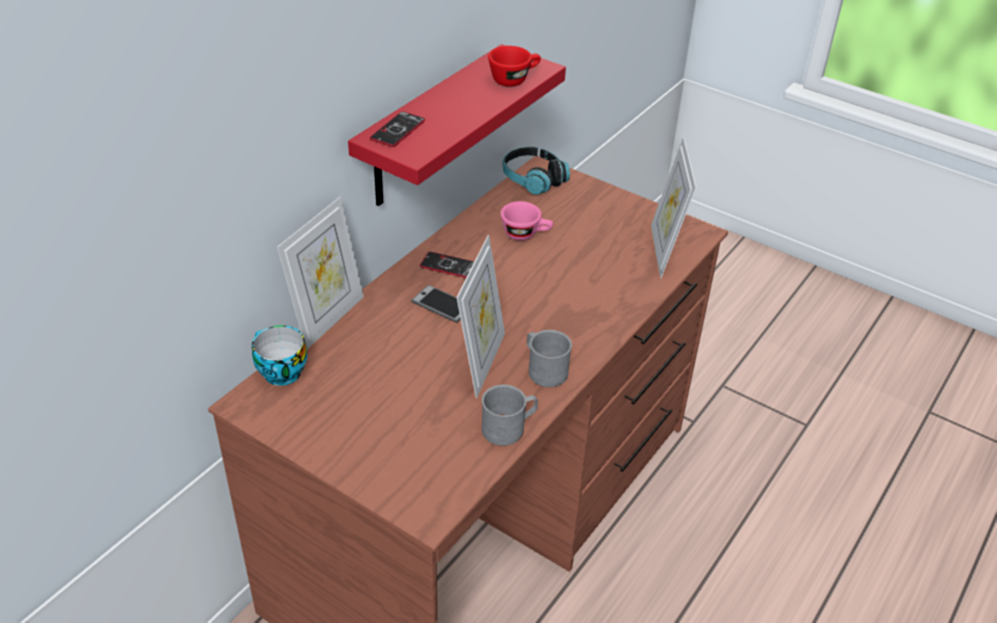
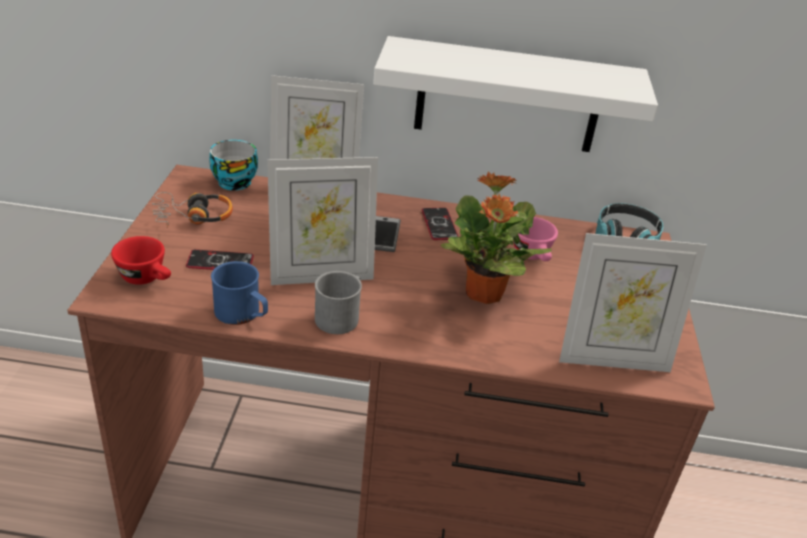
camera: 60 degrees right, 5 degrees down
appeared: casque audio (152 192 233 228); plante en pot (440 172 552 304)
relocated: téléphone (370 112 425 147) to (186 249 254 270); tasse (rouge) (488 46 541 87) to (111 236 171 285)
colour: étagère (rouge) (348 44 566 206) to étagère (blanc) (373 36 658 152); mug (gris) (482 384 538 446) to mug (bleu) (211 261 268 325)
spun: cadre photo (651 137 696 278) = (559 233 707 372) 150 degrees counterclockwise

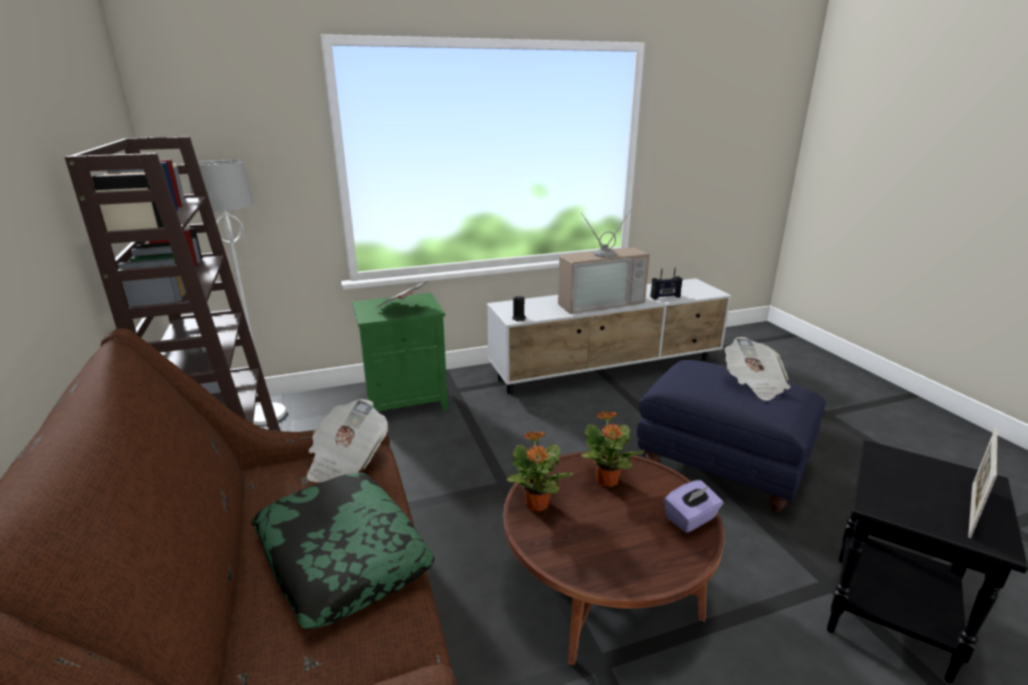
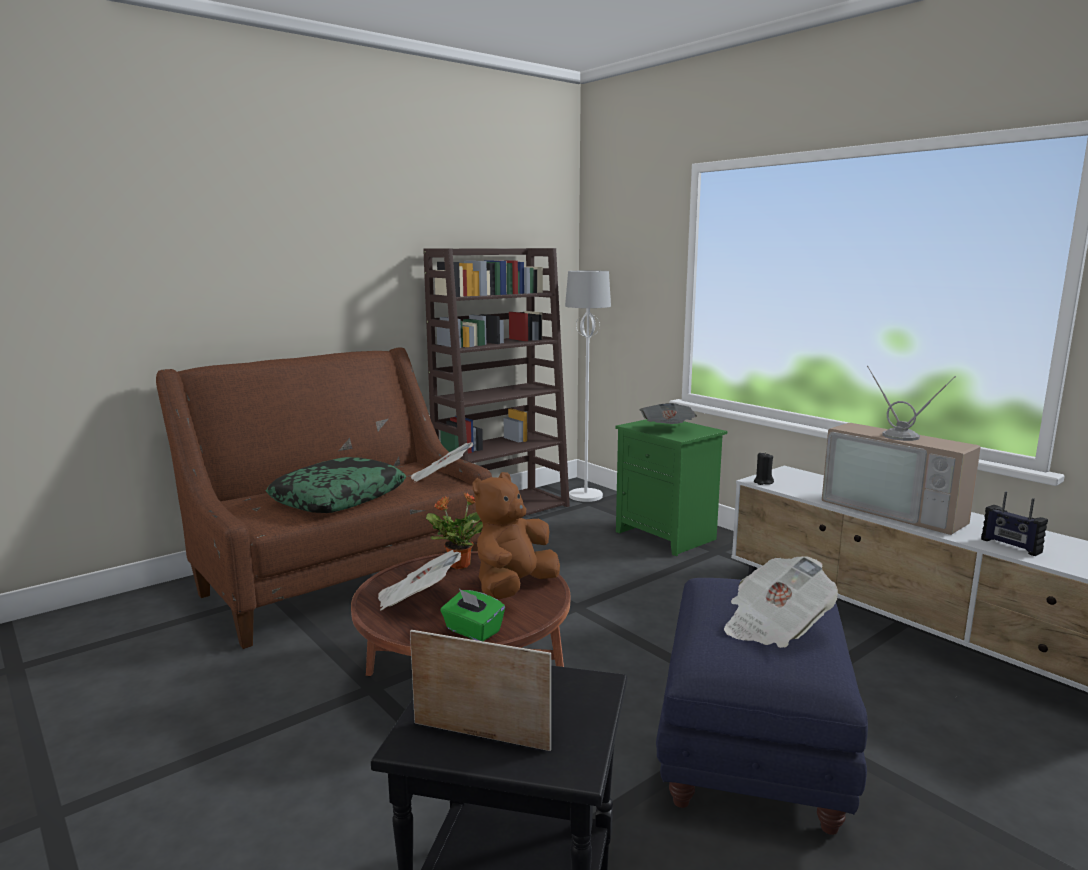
camera: 70 degrees right, 10 degrees down
appeared: journal (378 550 461 611)
exchanged: plante en pot (581 411 644 487) to peluche (marron) (473 472 560 600)
colour: boîte à mouchoirs (violet) (664 480 723 533) to boîte à mouchoirs (vert) (440 589 505 641)

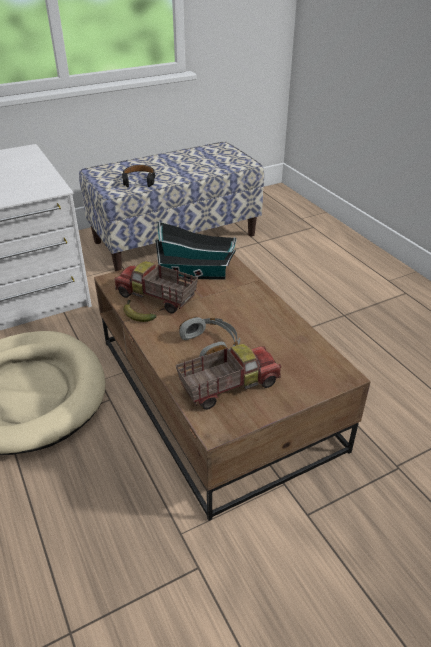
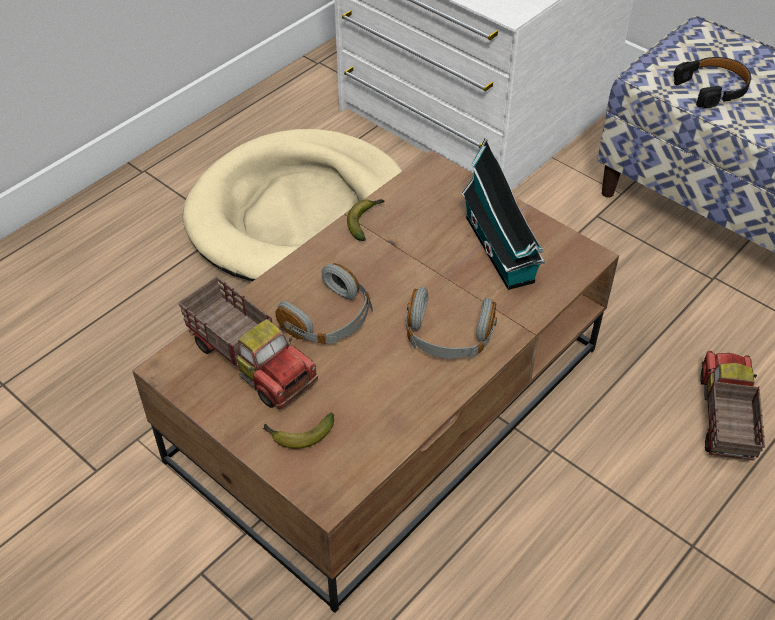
camera: 70 degrees right, 10 degrees up
appeared: banane (262 412 334 449); casque audio (gris) (406 287 497 359)
relocated: camion jouet (114 261 198 313) to (700 351 765 460)

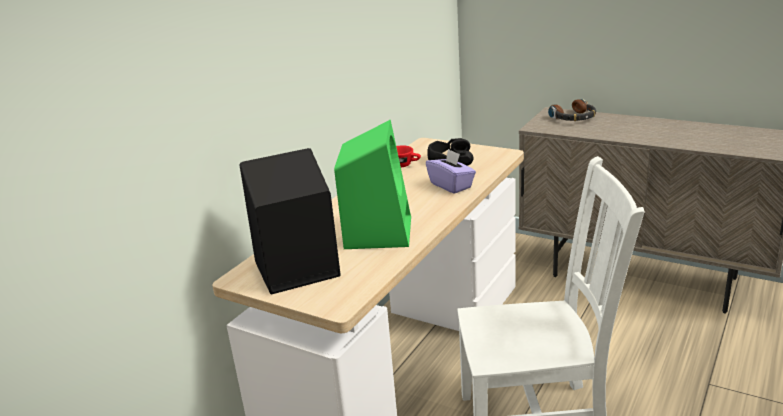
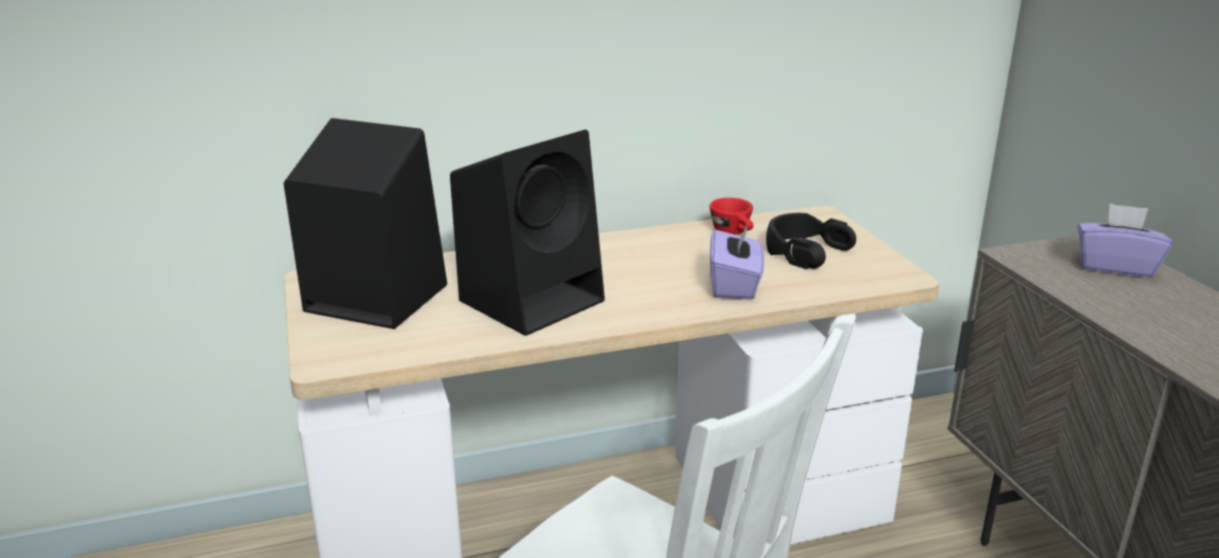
camera: 40 degrees right, 0 degrees up
exchanged: casque audio (548 99 596 121) to boîte à mouchoirs (violet) (1077 203 1173 278)
colour: enceinte (vert) (334 120 411 249) to enceinte (noir) (450 130 605 336)

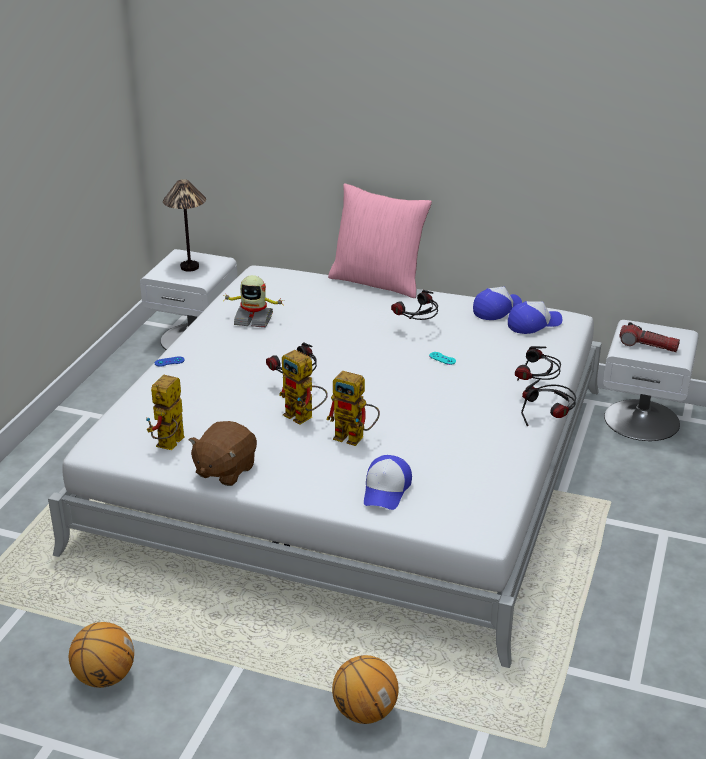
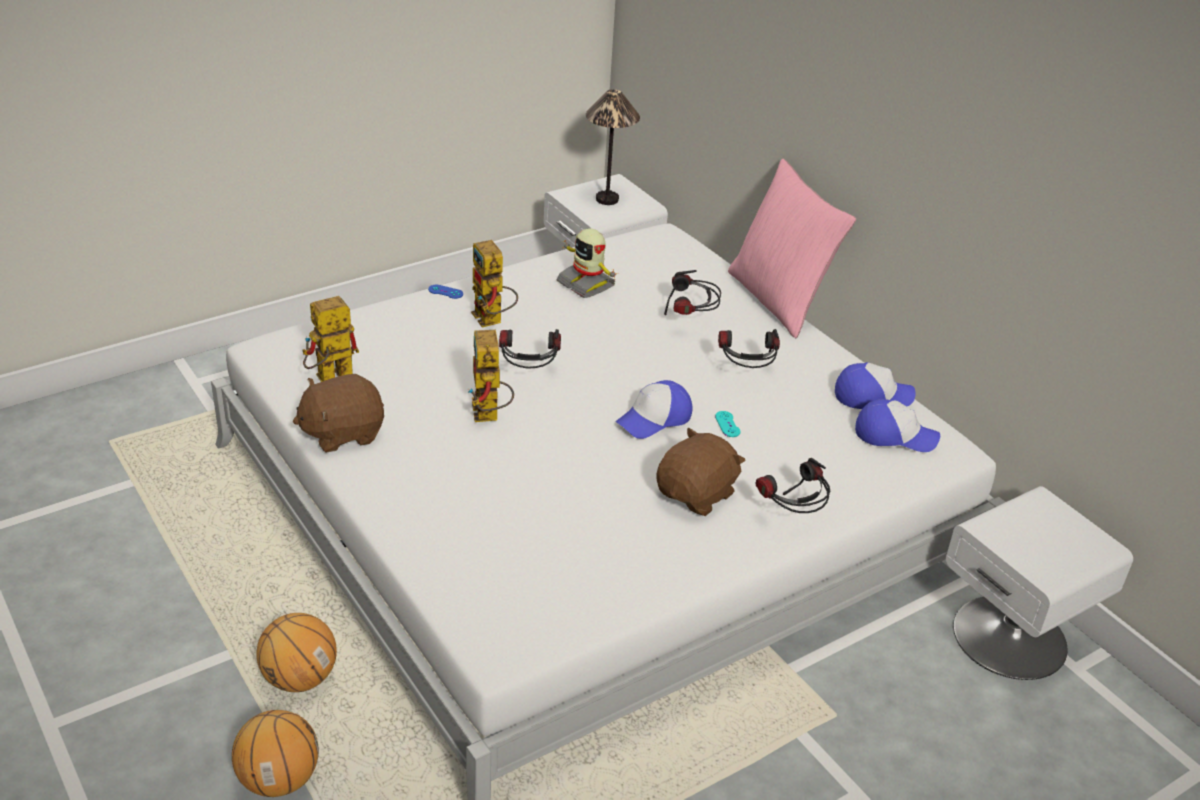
camera: 35 degrees right, 5 degrees up
missing: lampe de poche (619 322 680 352)
appeared: peluche (marron) (656 427 746 516)
relocated: ballon de basket (69 622 134 688) to (256 613 337 692); robot jouet (326 371 380 446) to (471 240 518 327); casquette (364 455 412 510) to (616 380 693 439); casque audio (521 379 576 426) to (664 270 721 315)

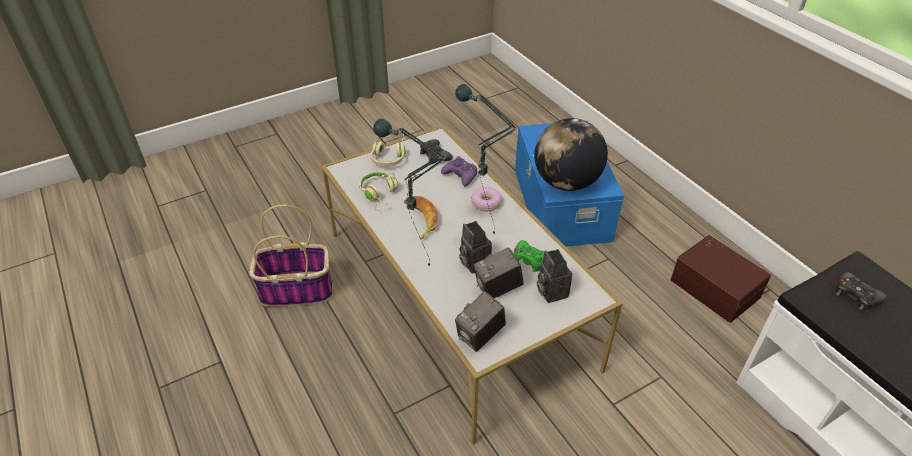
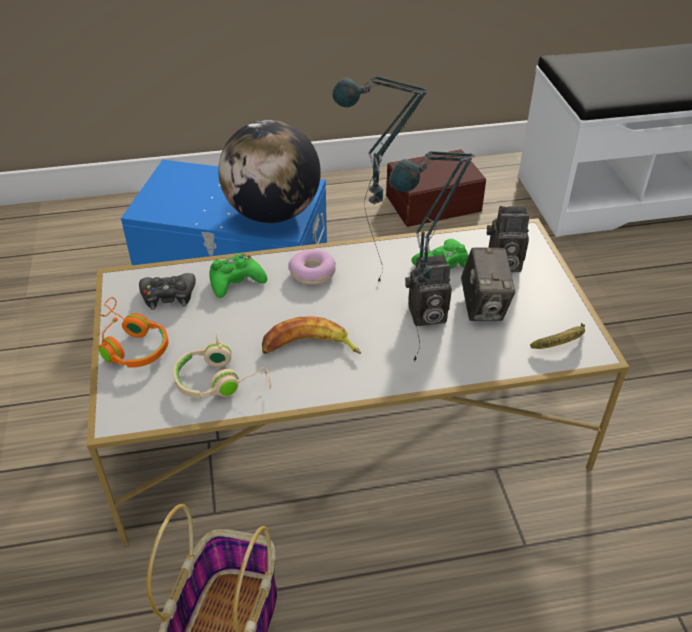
camera: 70 degrees left, 0 degrees up
missing: manette (noir) (836 272 887 310)
exchanged: appareil photo (455 291 506 352) to banane (530 323 585 349)
colour: casque audio (beige) (370 132 413 166) to casque audio (orange) (99 297 169 368); manette (violet) (441 156 477 186) to manette (vert) (209 253 267 298)

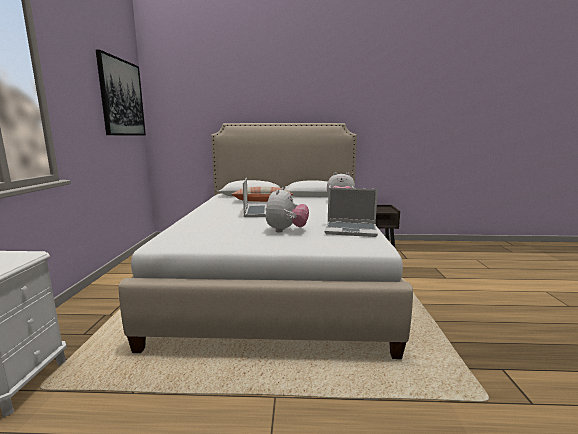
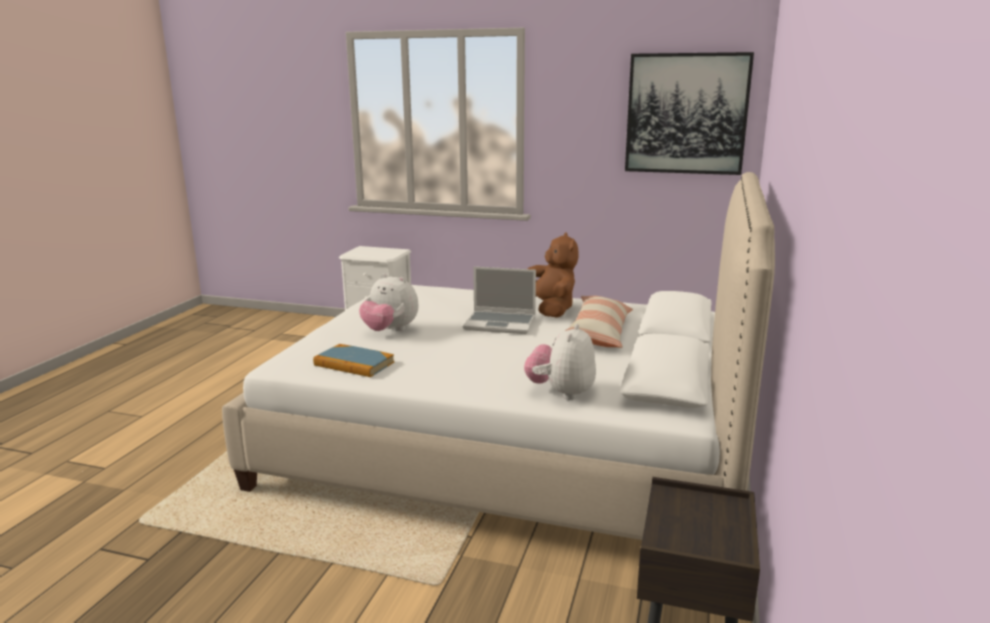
camera: 105 degrees right, 5 degrees up
appeared: peluche (marron) (528 233 579 318)
exchanged: ordinateur portable (325 188 378 237) to livre (313 344 394 377)

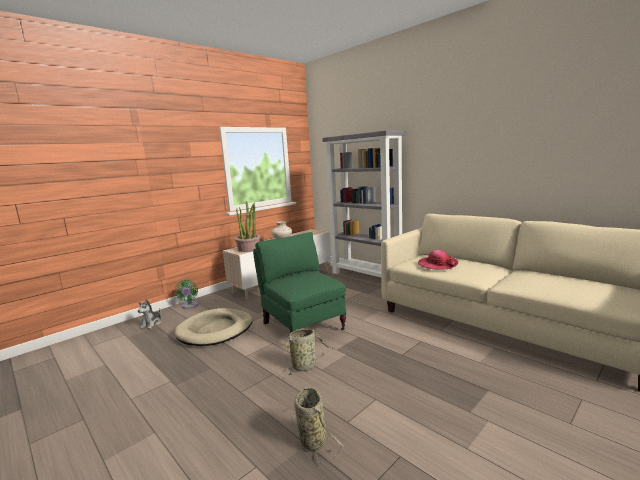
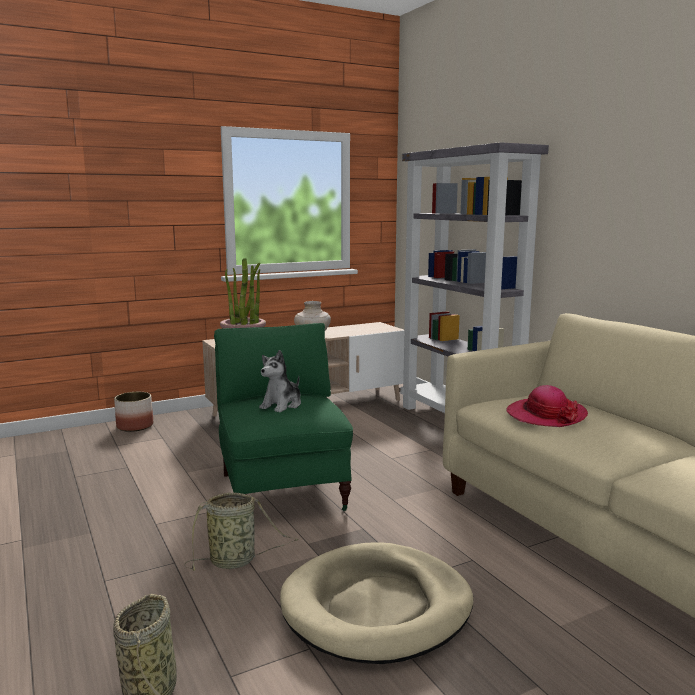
camera: 15 degrees right, 0 degrees up
relocated: peluche (138 299 162 329) to (259 350 301 413); panier pour chien (beige) (175 308 253 346) to (280 542 473 664)
exchanged: ventilateur (vert) (175 280 198 309) to cache-pot (114 392 153 432)

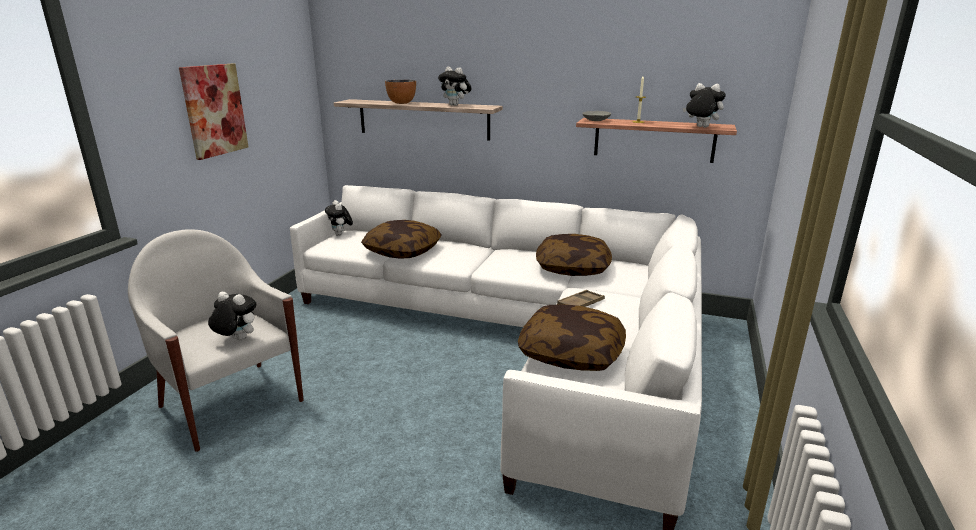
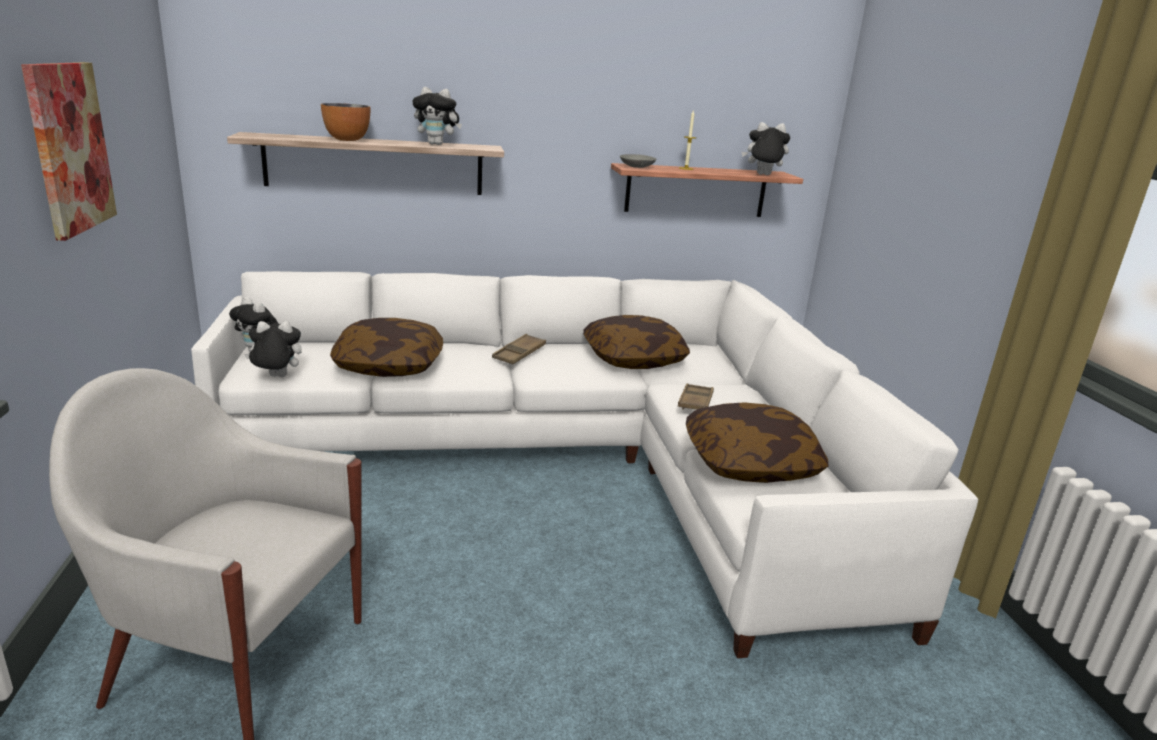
camera: 30 degrees left, 0 degrees up
appeared: plateau (marron) (492 334 546 364)
relocated: peluche (208 292 256 341) to (244 321 302 377)

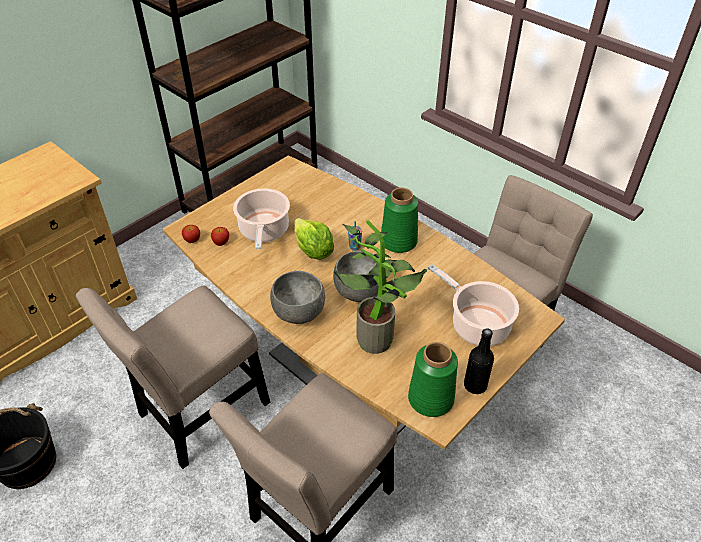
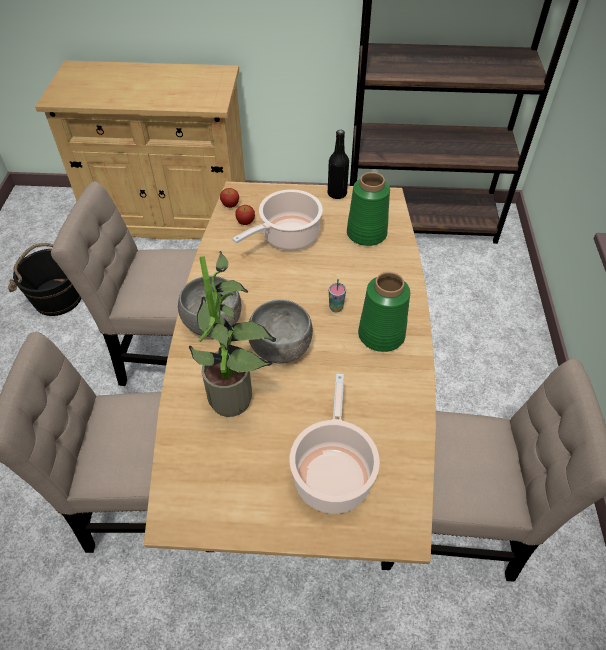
camera: 50 degrees right, 5 degrees up
missing: laitue (294 218 334 260)
relocated: vase (vert) (408 342 458 417) to (347 172 390 246); bouteille (noir) (464 329 494 394) to (328 130 349 199)

